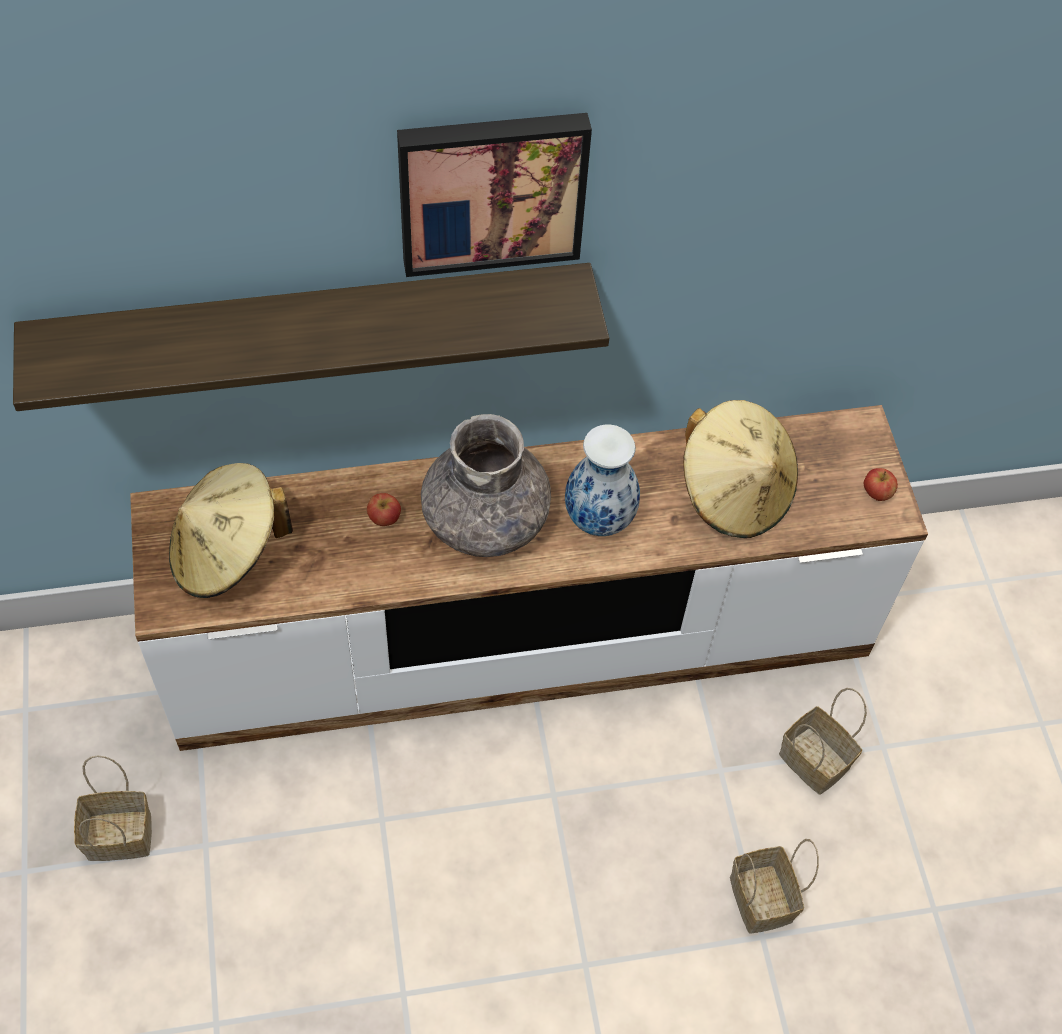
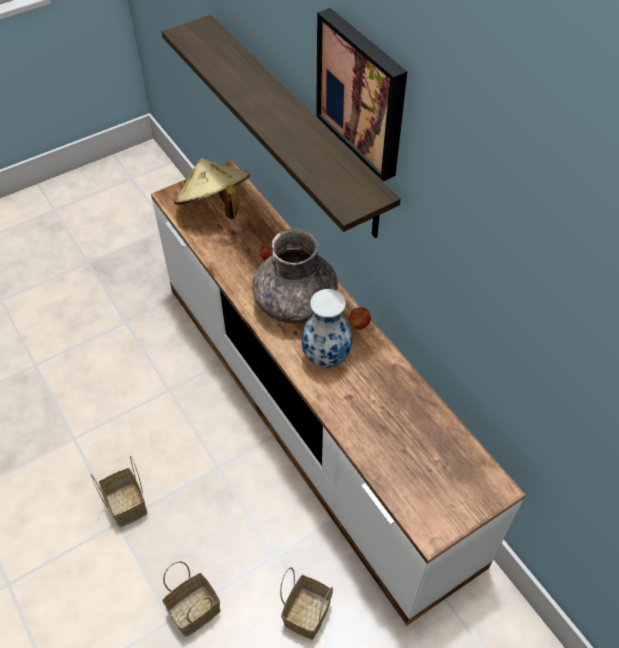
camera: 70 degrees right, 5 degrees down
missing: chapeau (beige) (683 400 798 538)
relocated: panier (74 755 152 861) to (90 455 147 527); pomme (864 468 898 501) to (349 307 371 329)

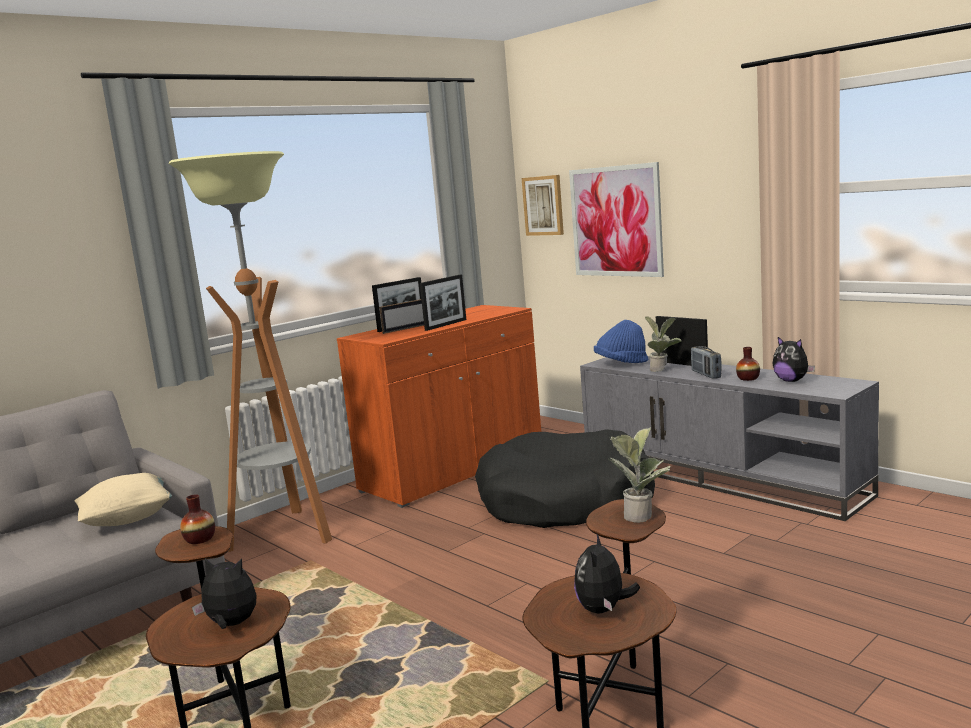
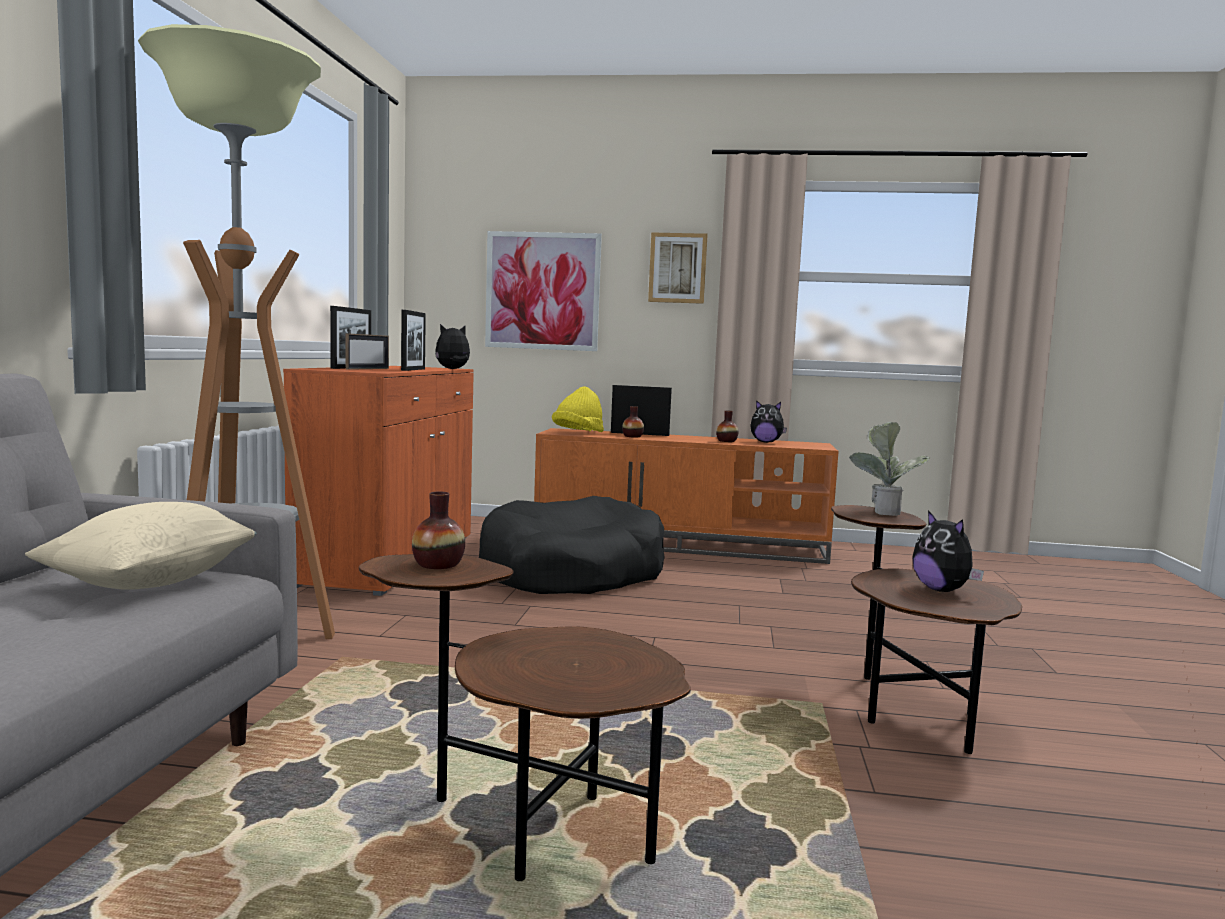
camera: 40 degrees left, 5 degrees down
missing: radio (691 346 722 379)
relocated: peluche (192 558 257 629) to (435 324 470 369); tableau (522 175 564 236) to (648 232 708 304)
exchanged: plante en pot (645 316 682 372) to vase (622 406 644 437)
colour: meuble télé (gris) (580 356 879 521) to meuble télé (orange) (534 428 839 564); chapeau (bleu) (594 320 648 363) to chapeau (jaune) (552 386 604 432)

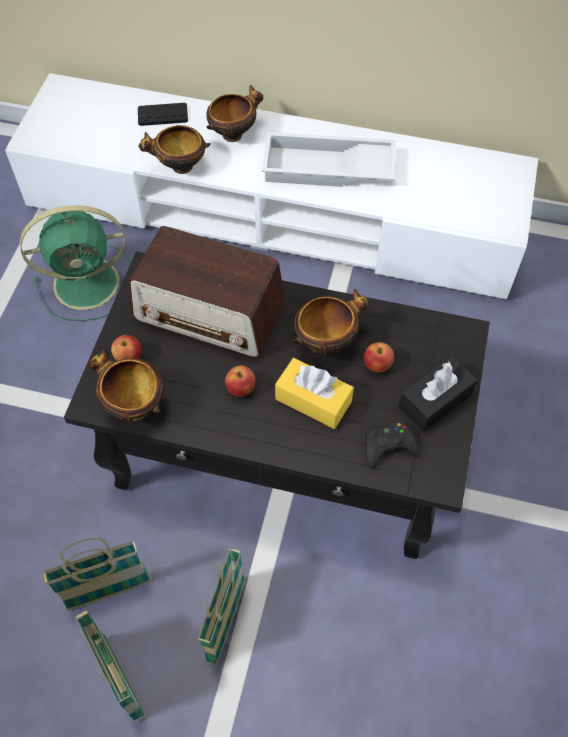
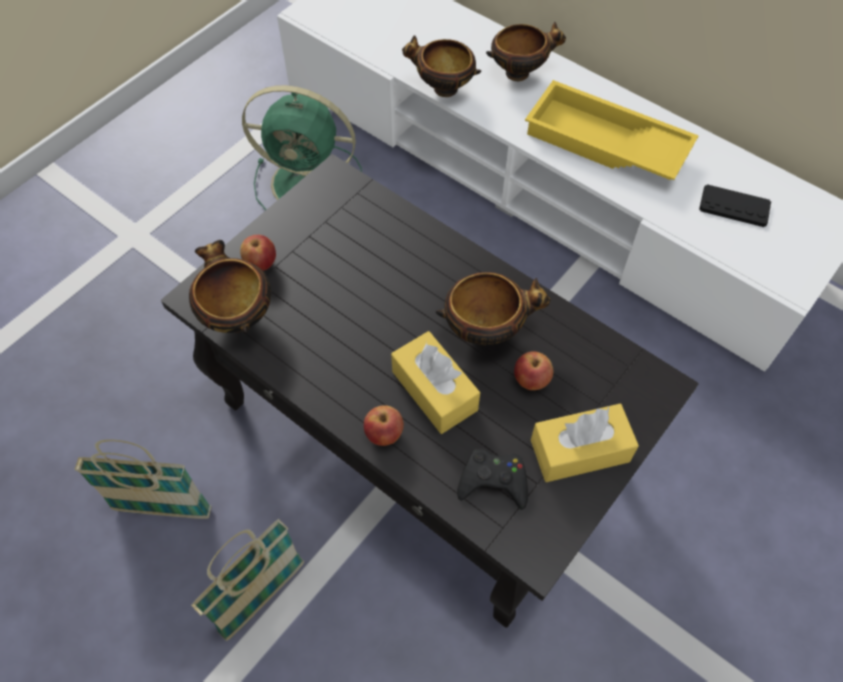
camera: 25 degrees right, 0 degrees up
missing: panier (75 610 145 723); radio (129 226 285 358)
relocated: manette (noir) (138 103 188 126) to (699 184 771 227); pomme (225 366 255 397) to (364 405 404 446)
colour: plateau (blanc) (262 132 396 187) to plateau (jaune) (525 80 699 180); boîte à mouchoirs (noir) (399 356 478 432) to boîte à mouchoirs (jaune) (531 404 639 482)

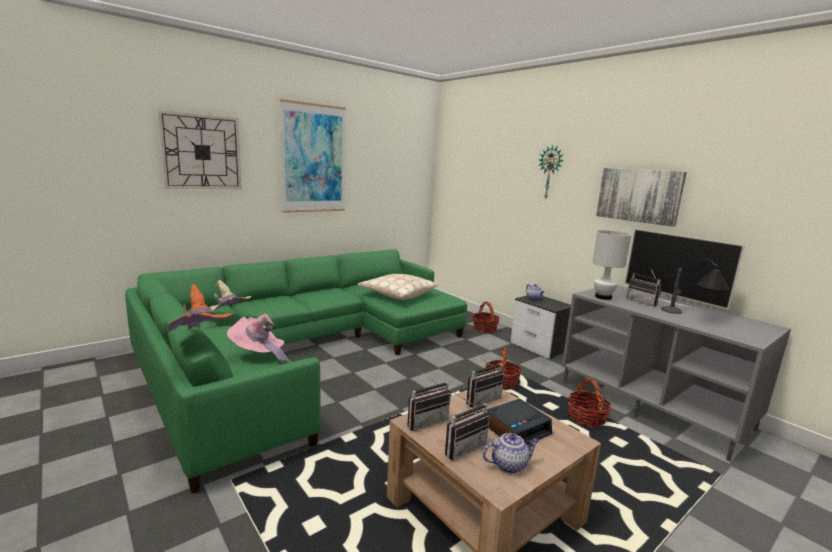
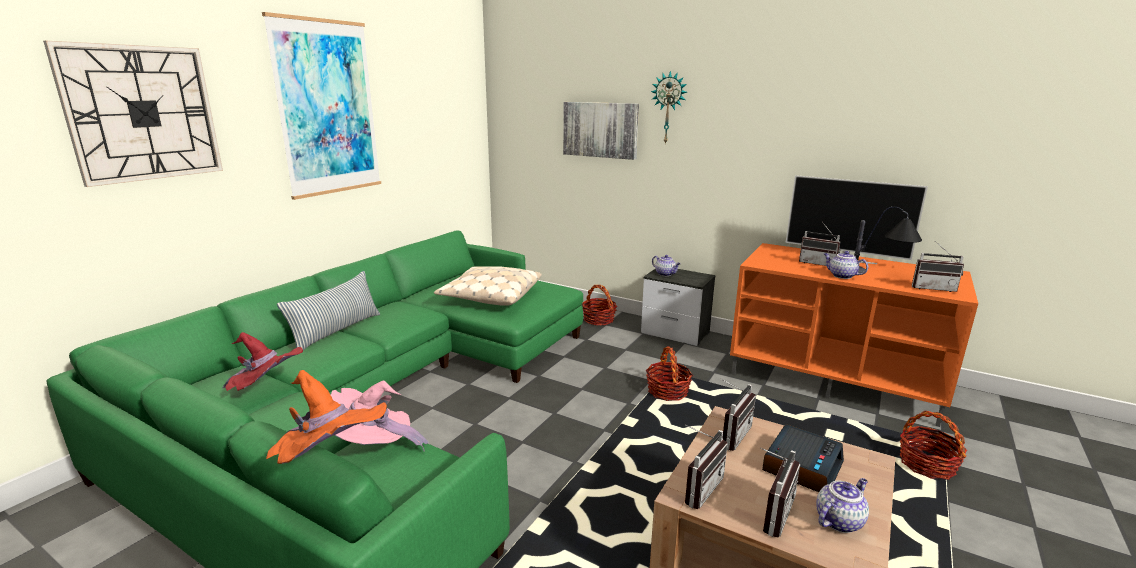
camera: 20 degrees left, 5 degrees up
missing: lampe de table (blanc) (593 230 632 300)
appeared: coussin (277 271 380 351); théière (824 251 868 279); radio (912 241 964 292)
relocated: panier (568 378 611 428) to (899 410 967 480); tableau (596 168 687 227) to (563 102 639 160)
colour: chapeau (beige) (209 280 251 311) to chapeau (rouge) (223 332 303 391); meuble télé (gris) (562 285 791 461) to meuble télé (orange) (730 243 978 427)

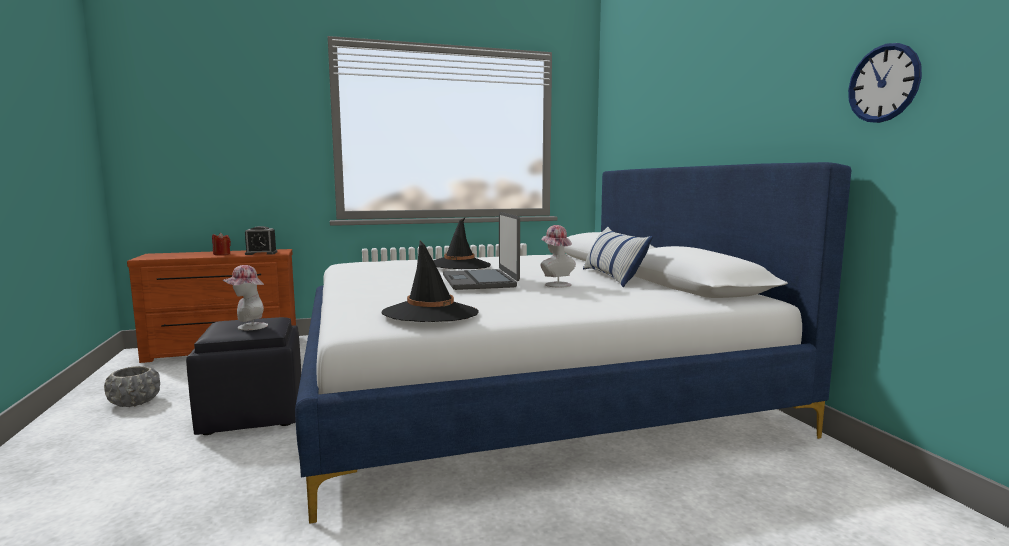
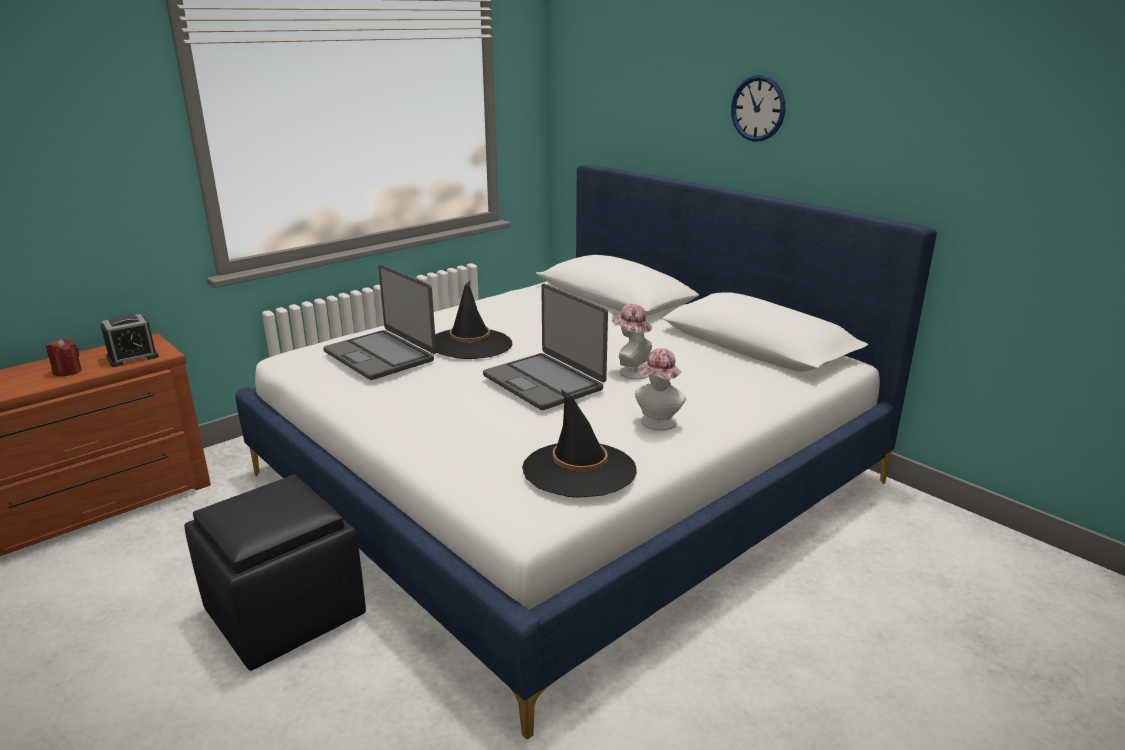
camera: 25 degrees left, 15 degrees up
missing: cache-pot (gris) (104 366 160 407); coussin (583 226 653 287)
appeared: ordinateur portable (323 264 436 380)
relocated: chapeau (223 265 268 330) to (635 348 686 430); horloge murale (848 43 922 123) to (731 75 785 142)

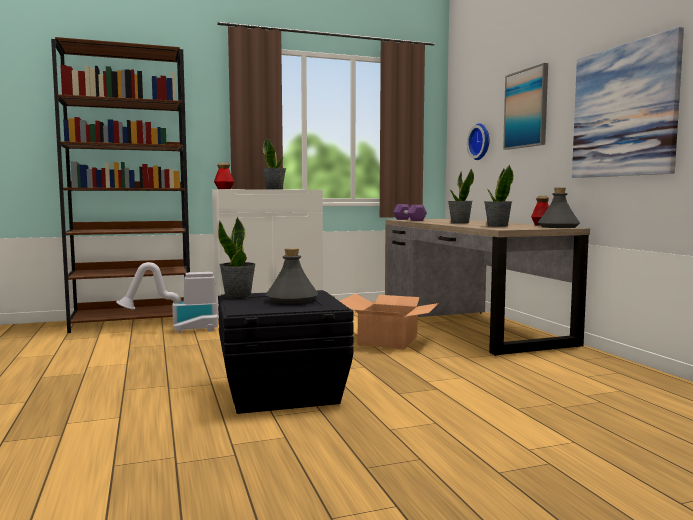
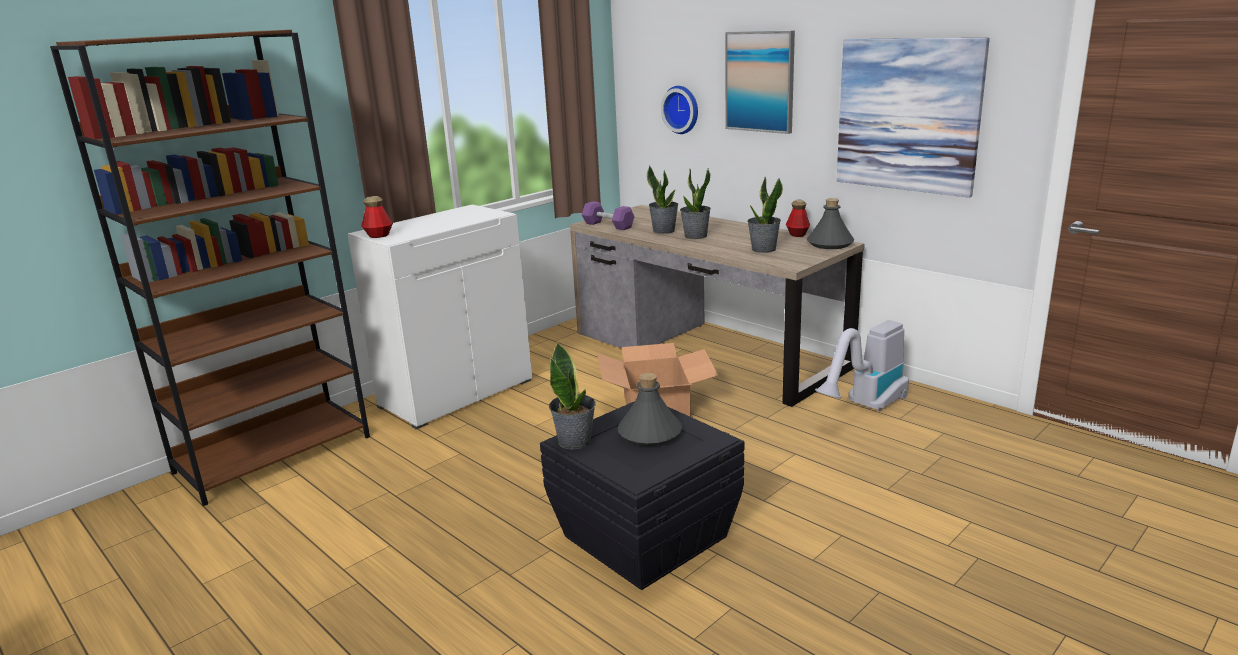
camera: 25 degrees left, 15 degrees up
relocated: aspirateur (116 262 218 333) to (815 320 909 411); plante en pot (263 138 286 190) to (647 166 678 234)

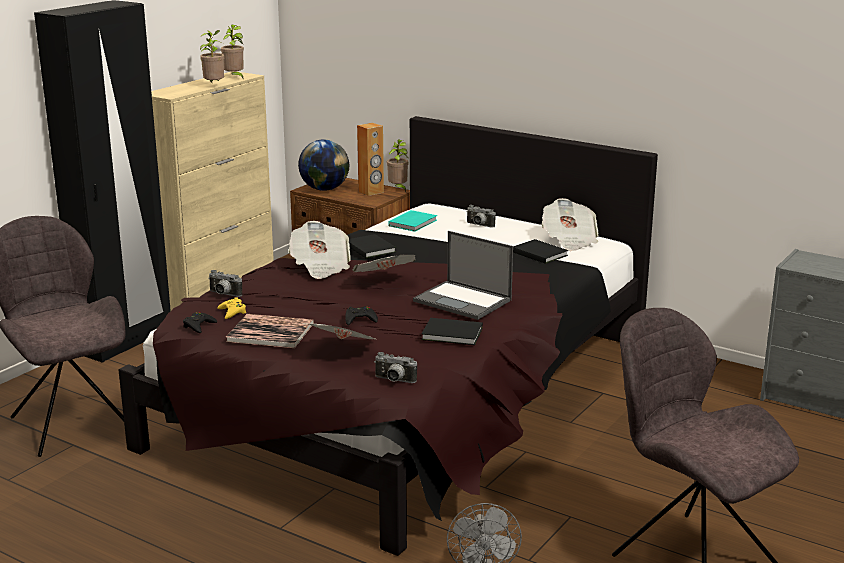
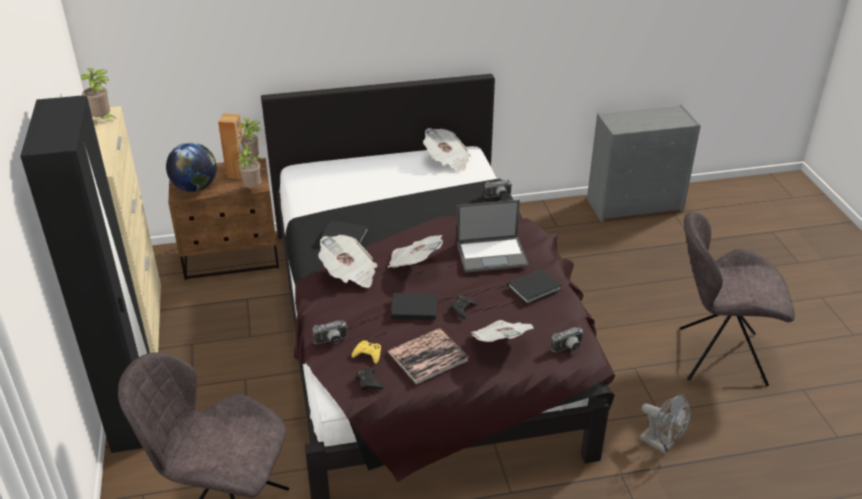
camera: 45 degrees left, 15 degrees up
missing: livre (turquoise) (388 210 437 232)
relocated: plante en pot (200 30 224 82) to (236 142 261 188); appareil photo (466 205 496 228) to (484 180 512 198); livre (noir) (513 239 568 264) to (391 293 437 320)

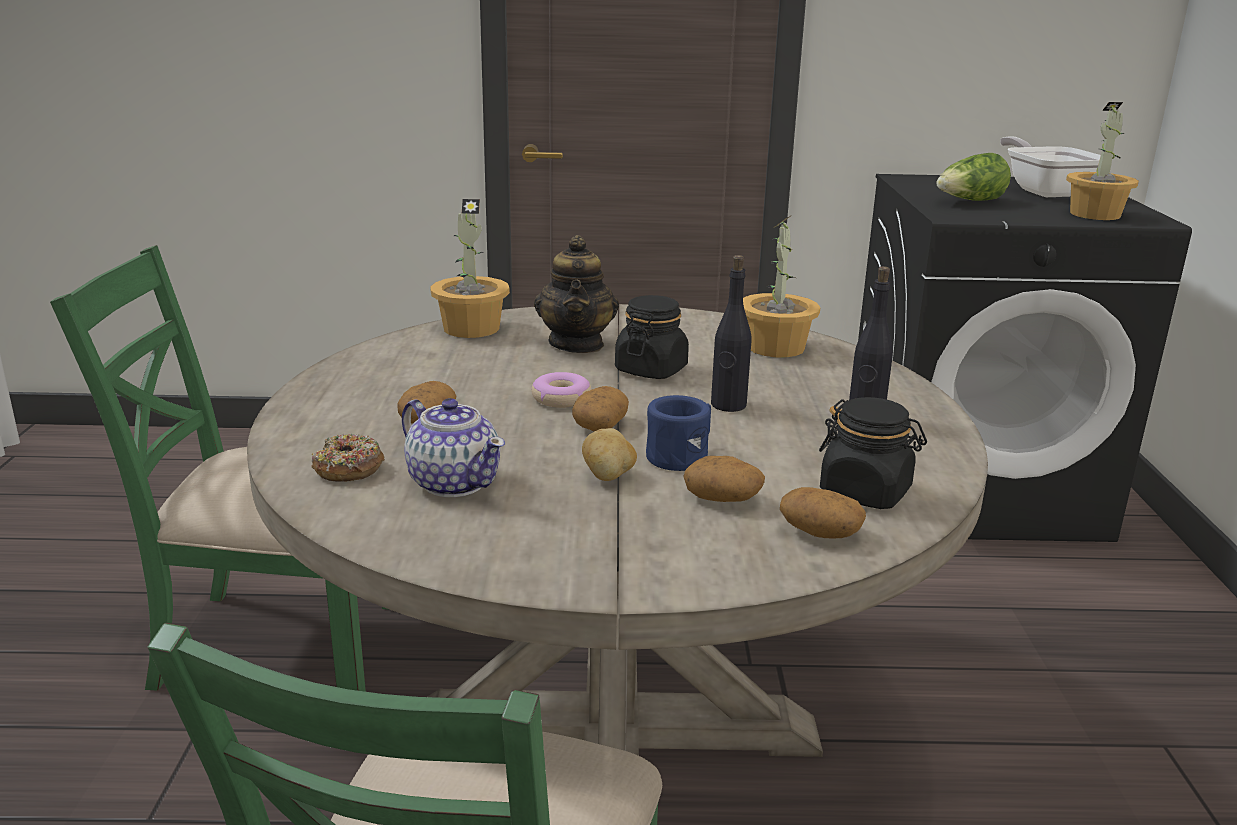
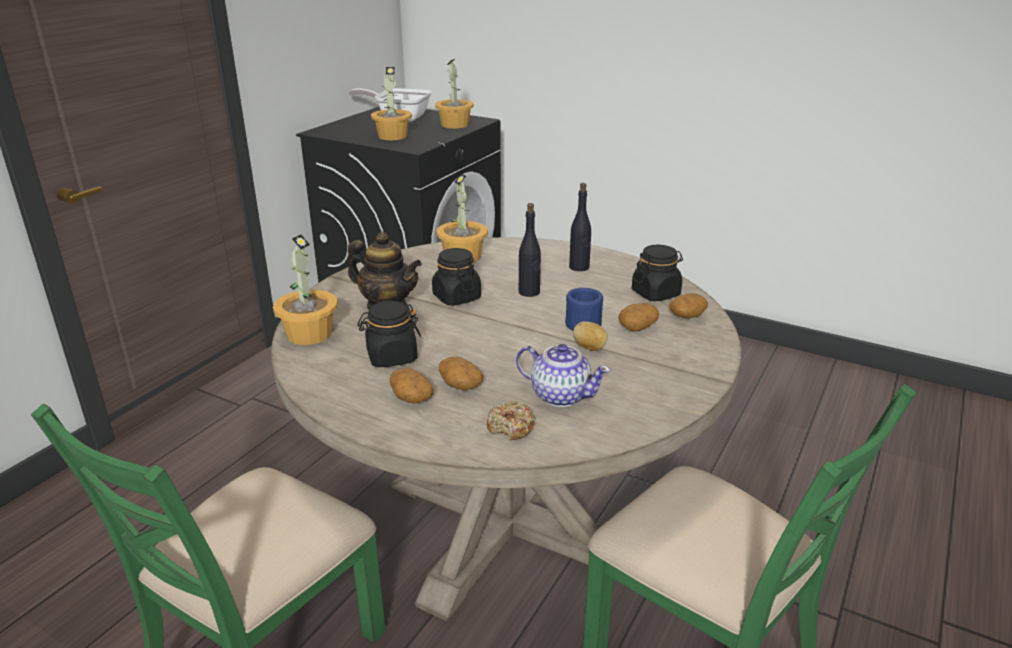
camera: 60 degrees left, 5 degrees up
missing: beignet (531 372 591 408)
appeared: bocal (noir) (357 301 421 367)
relocated: pomme de terre (572 386 629 431) to (390 368 434 404)
exchanged: laitue (936 153 1011 201) to plante en pot (371 67 412 140)
spun: théière (402 398 505 497) = (516 344 611 407) 45 degrees clockwise

